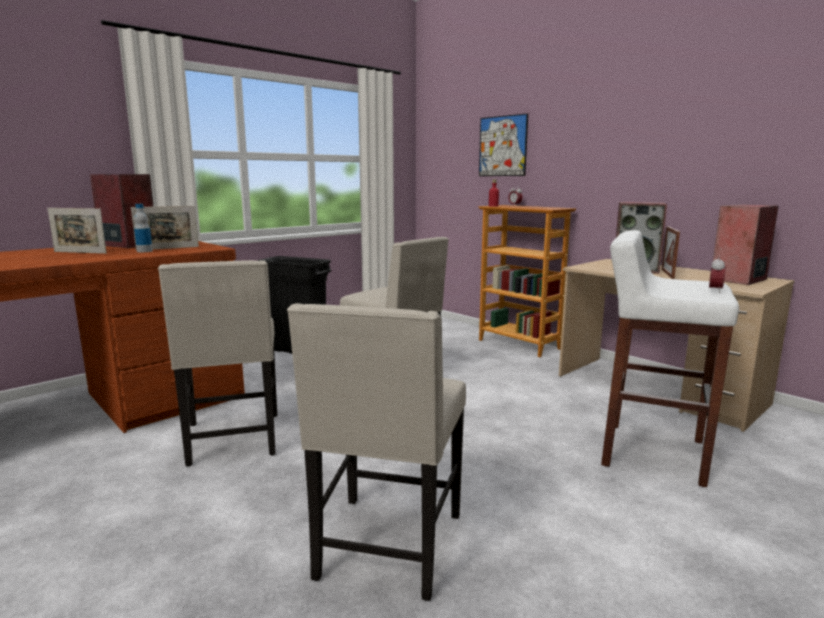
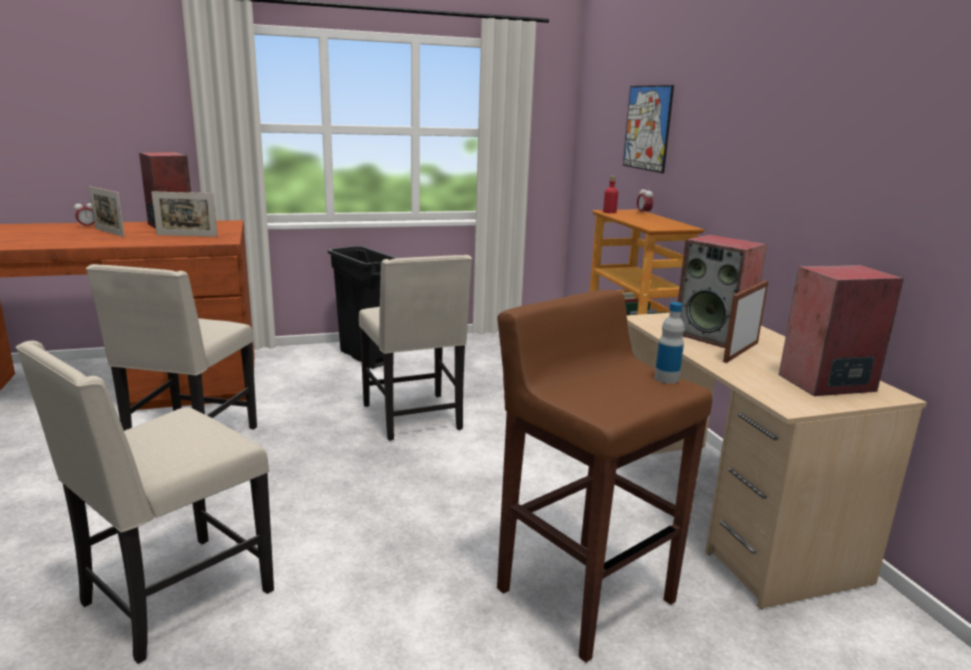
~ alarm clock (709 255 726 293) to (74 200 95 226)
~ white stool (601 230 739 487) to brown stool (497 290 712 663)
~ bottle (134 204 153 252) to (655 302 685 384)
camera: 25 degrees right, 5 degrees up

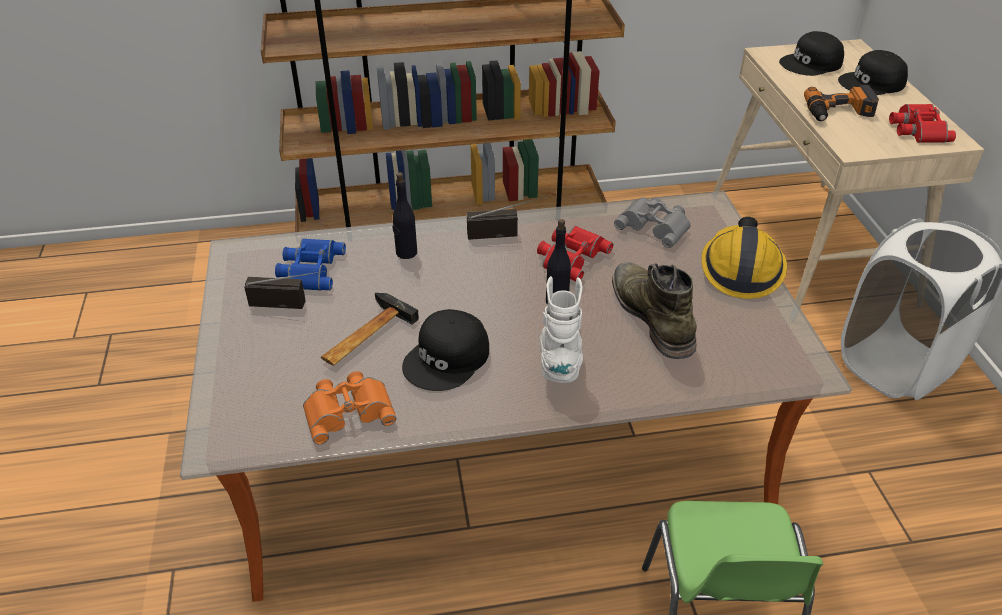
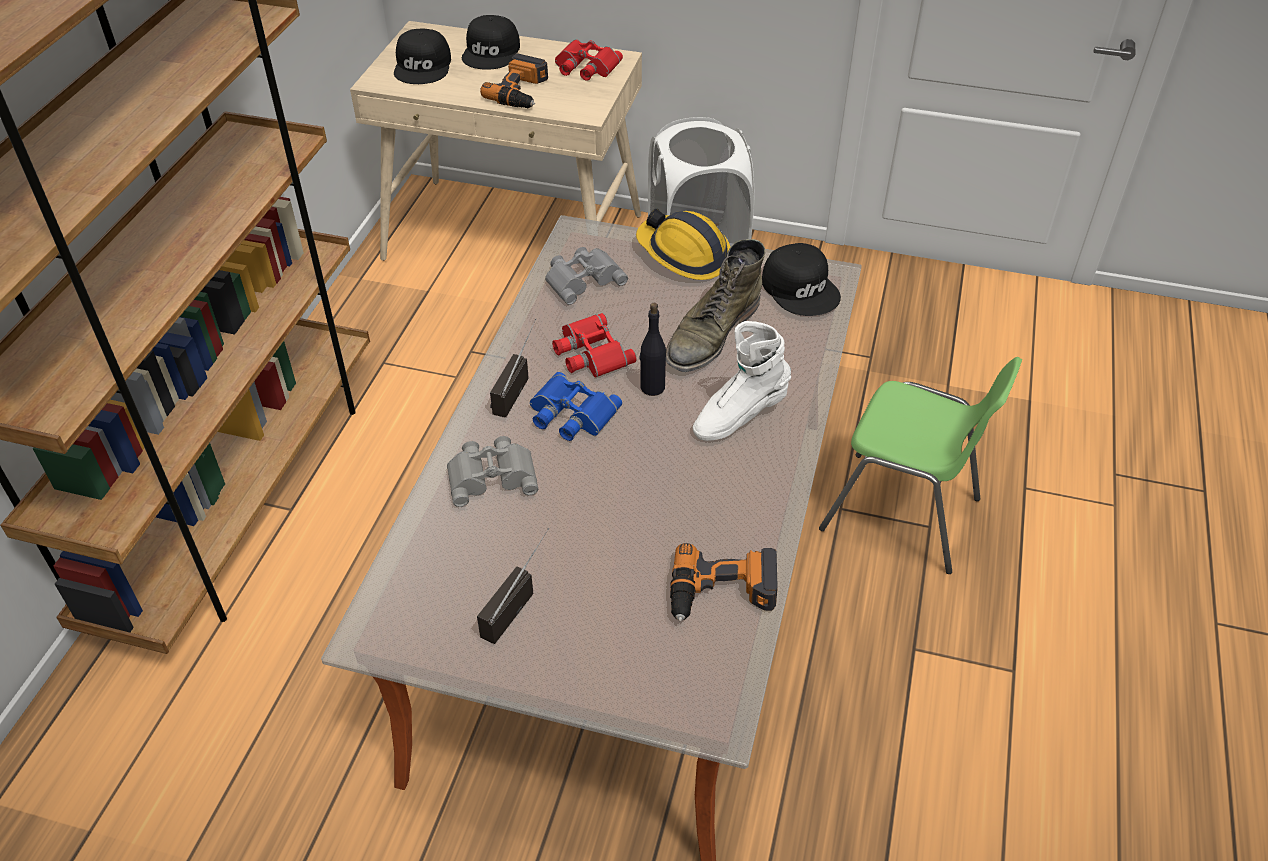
~ black bottle (393 172 417 259) to grey binoculars (447 436 538 507)
~ blue binoculars (275 238 346 291) to (530 372 622 441)
~ green boot (612 262 697 359) = (666 239 765 372) 60 degrees counterclockwise
~ orange binoculars (303 371 397 444) to power drill (670 543 778 622)
~ white boot (540 276 583 383) = (693 321 791 441) 60 degrees counterclockwise
~ black cap (402 309 489 391) to (762 243 841 316)
- hammer (321 293 419 366)
camera: 65 degrees left, 5 degrees up

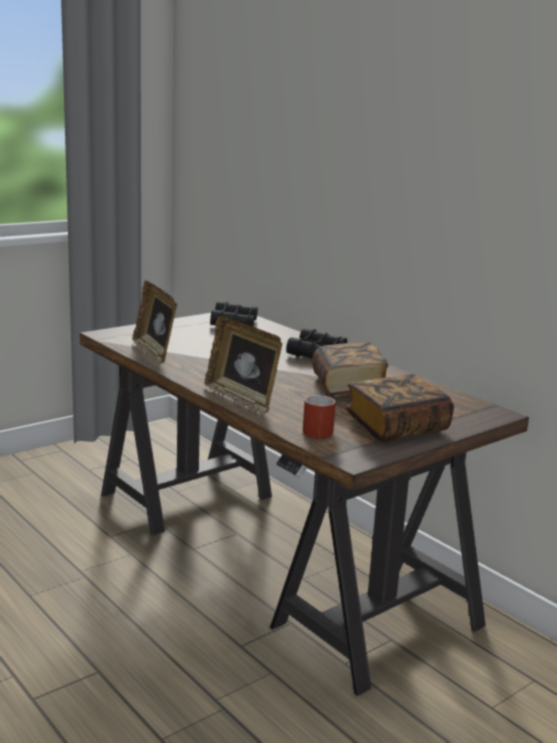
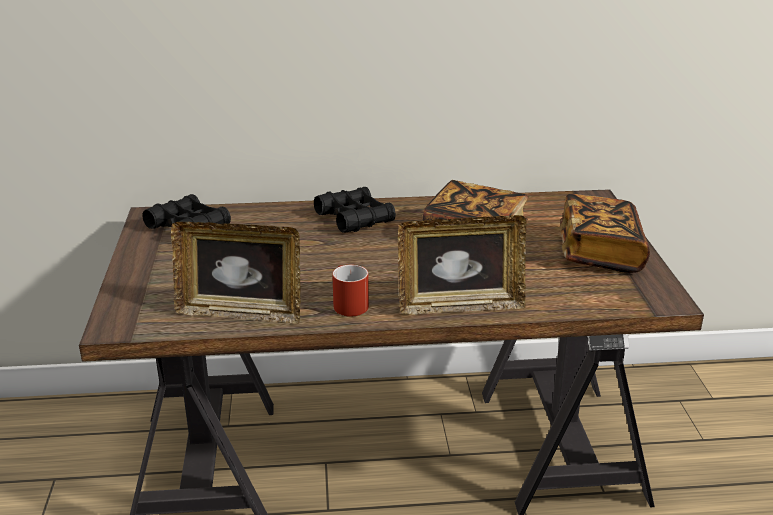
~ red mug (303 395 336 439) to (332 265 369 317)
camera: 55 degrees left, 10 degrees up

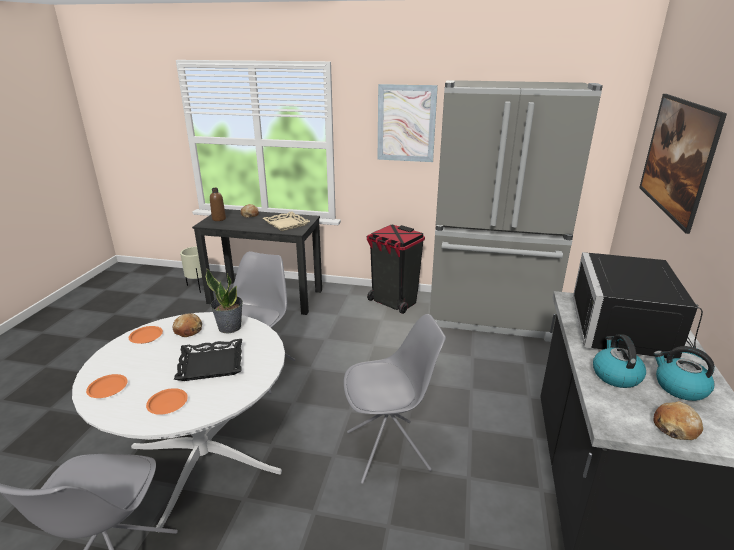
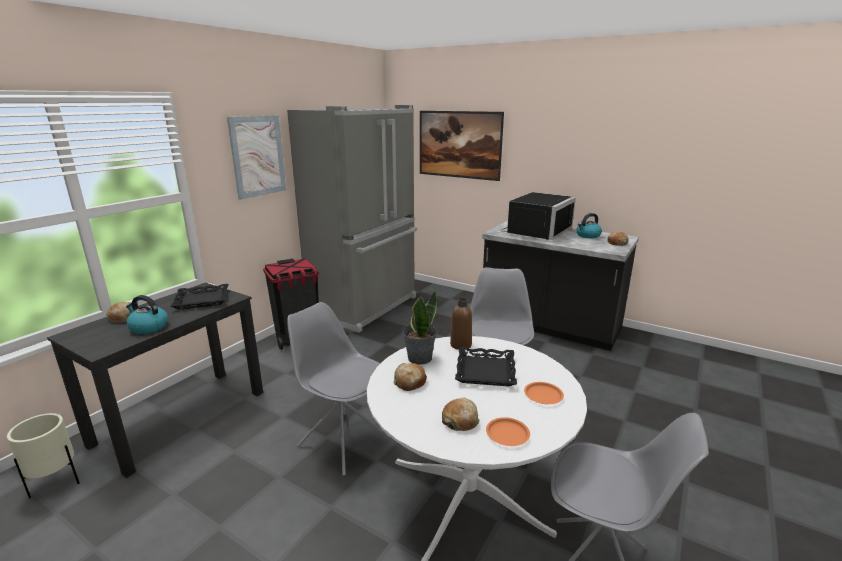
~ kettle (593 334 646 388) to (126 295 168 334)
~ beige tray (263 211 310 231) to black tray (171 284 229 310)
+ bread (442 398 480 431)
~ brown bottle (210 188 226 221) to (450 298 472 350)
~ black microwave (573 252 703 359) = (501 192 576 240) 90 degrees counterclockwise
- orange plate (129 326 163 344)
camera: 70 degrees left, 5 degrees down

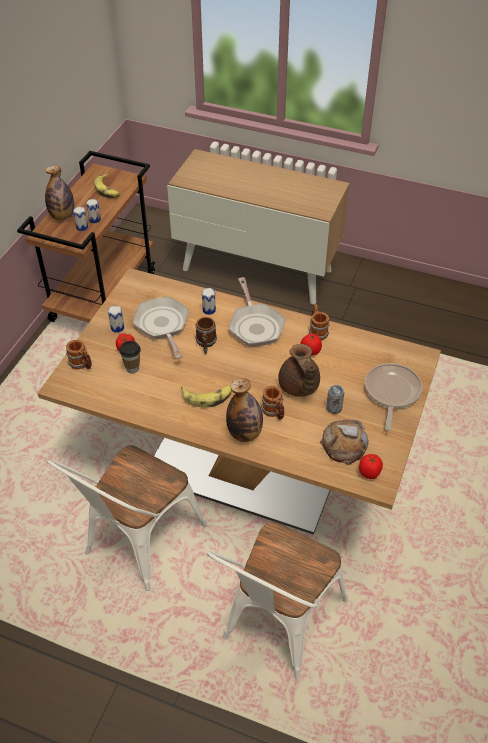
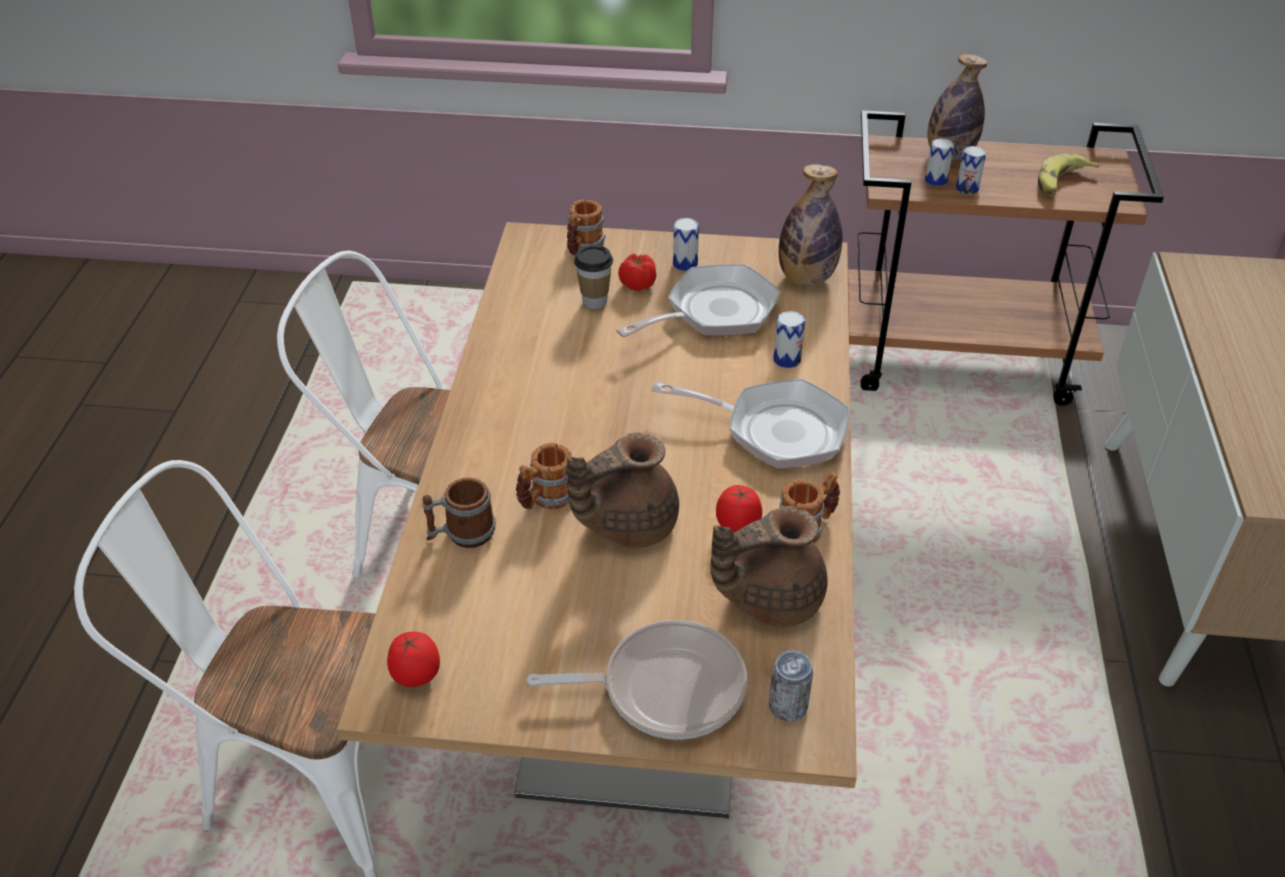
~ mug (195 317 217 355) to (422 478 495 548)
~ frying pan (228 277 285 347) = (652 379 850 469) 135 degrees counterclockwise
+ brown teapot (711 506 828 627)
~ can (326 385 344 414) to (769 651 813 721)
~ bottle (226 378 263 442) to (779 164 842 285)
- banana (181 385 232 408)
- bread (320 419 369 465)
camera: 75 degrees right, 5 degrees down

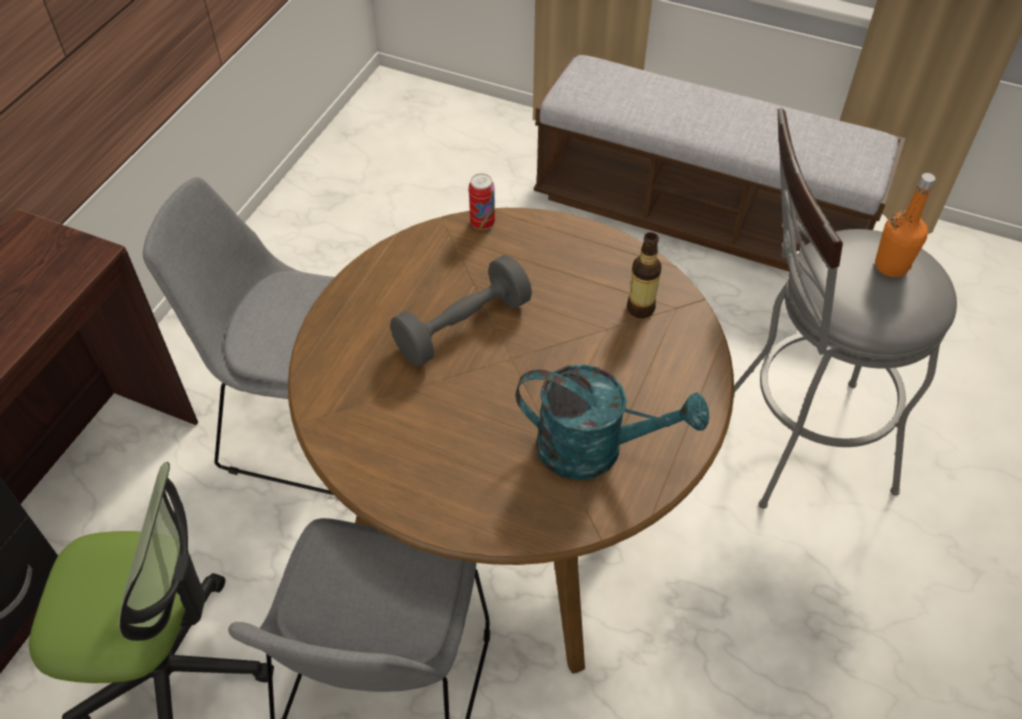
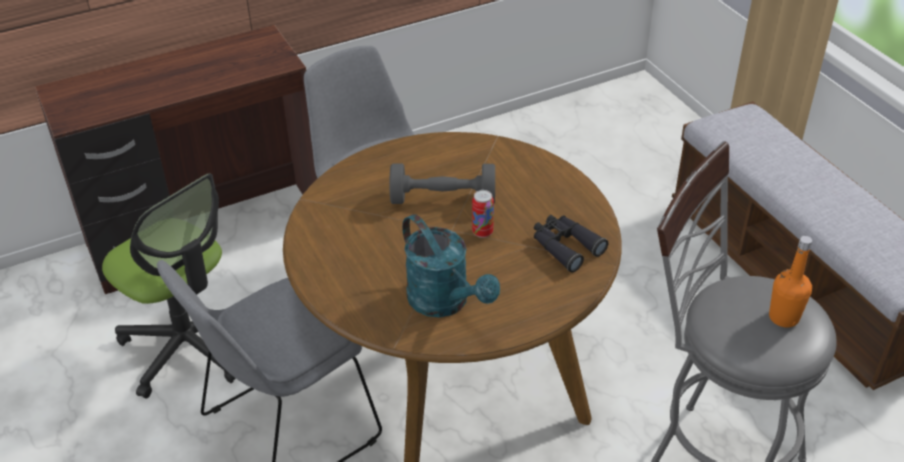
~ can (469 173 495 230) to (472 190 494 238)
~ bottle (627 232 661 318) to black binoculars (534 215 608 273)
camera: 40 degrees right, 10 degrees down

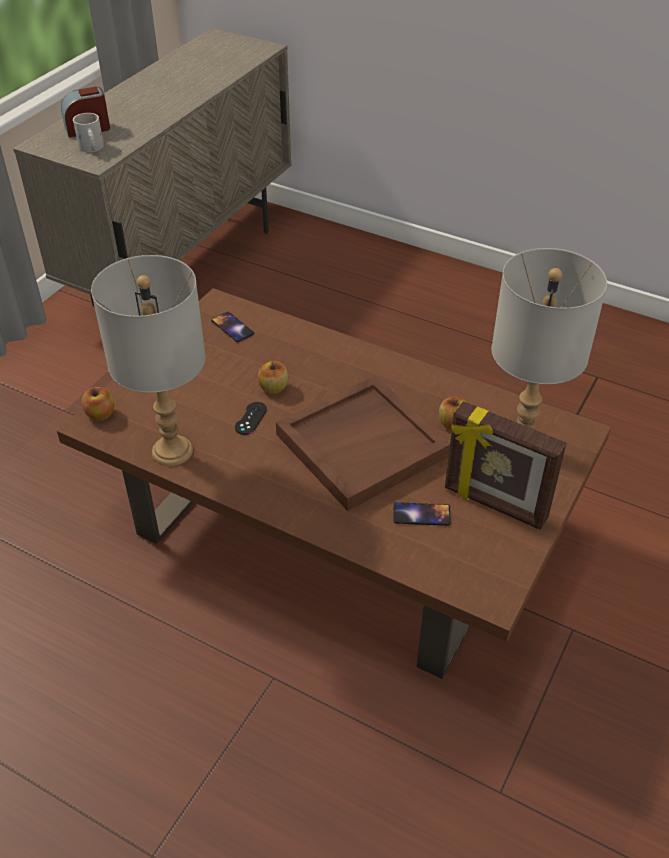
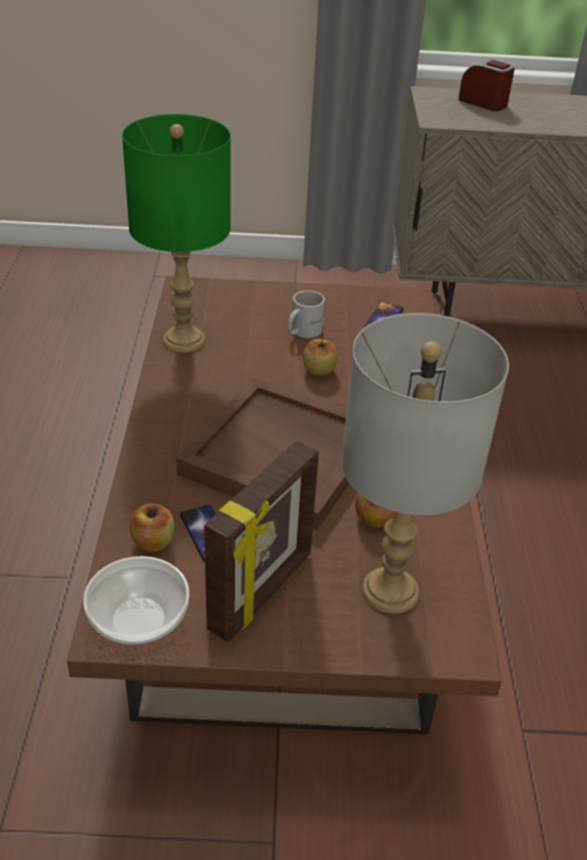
+ bowl (83 556 189 645)
~ grey table lamp (91 255 206 466) to green table lamp (122 114 231 353)
~ apple (82 387 114 420) to (130 503 175 552)
~ picture frame (445 401 567 530) = (204 441 319 642) 150 degrees counterclockwise
~ white mug (73 113 104 152) to (287 290 325 338)
- black game controller (235 402 267 435)
camera: 60 degrees right, 5 degrees down

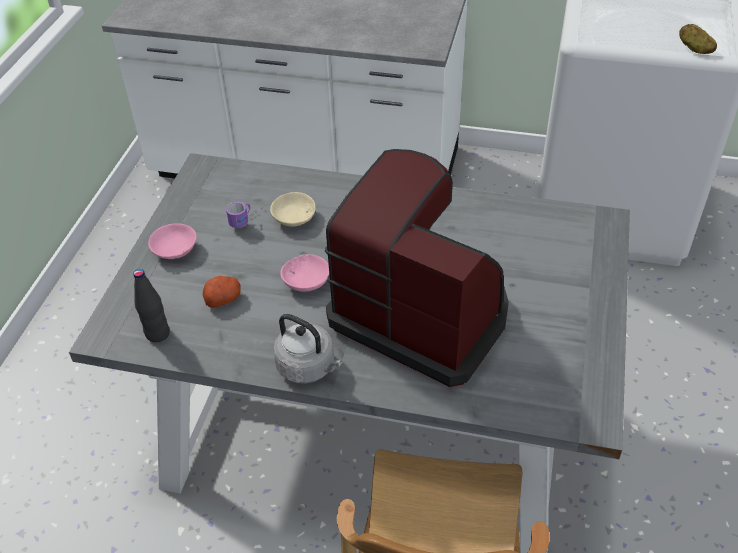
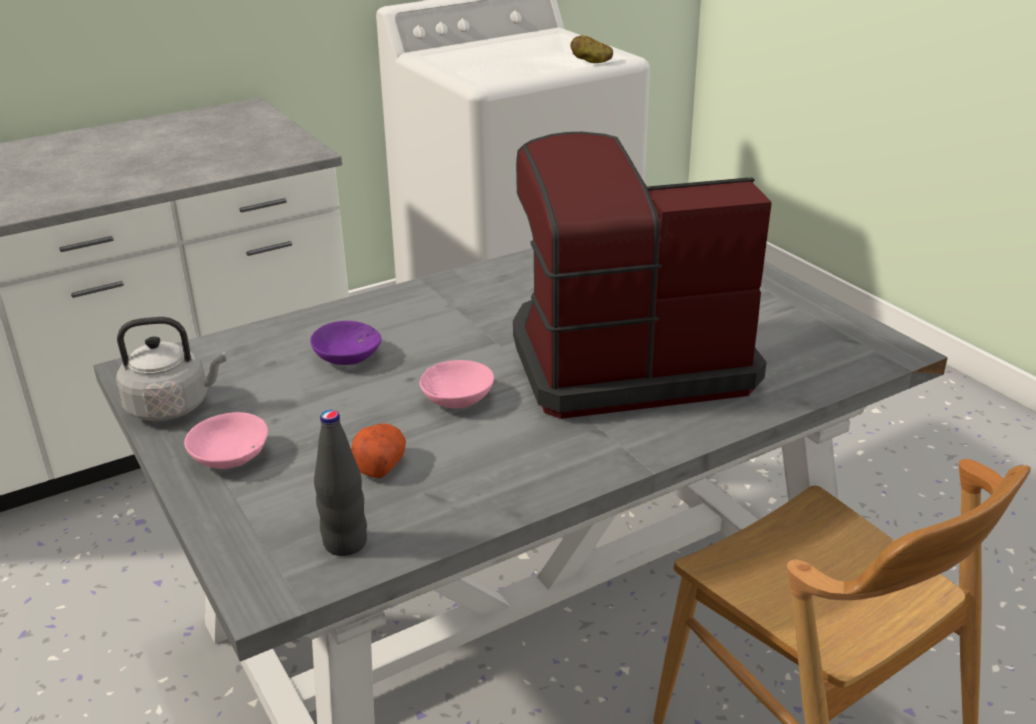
~ grey kettle (273 314 342 384) to (116 317 226 421)
~ beige bowl (270 192 316 227) to purple bowl (310 321 381 365)
- mug (226 202 263 228)
camera: 45 degrees left, 15 degrees down

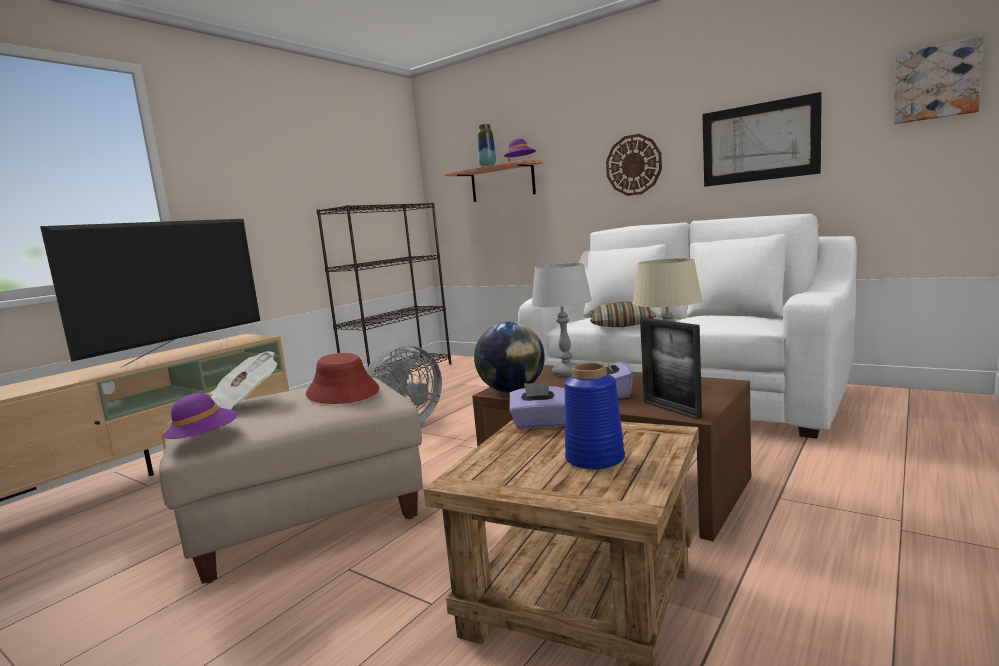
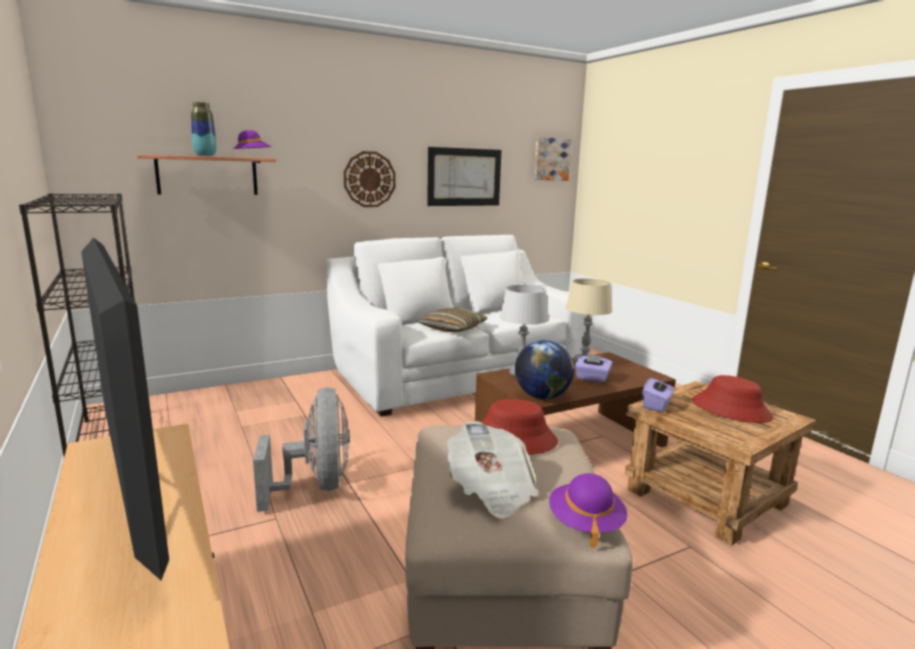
~ blue vase (564 362 625 470) to red hat (692 375 773 423)
- picture frame (640 318 702 420)
camera: 65 degrees left, 5 degrees up

